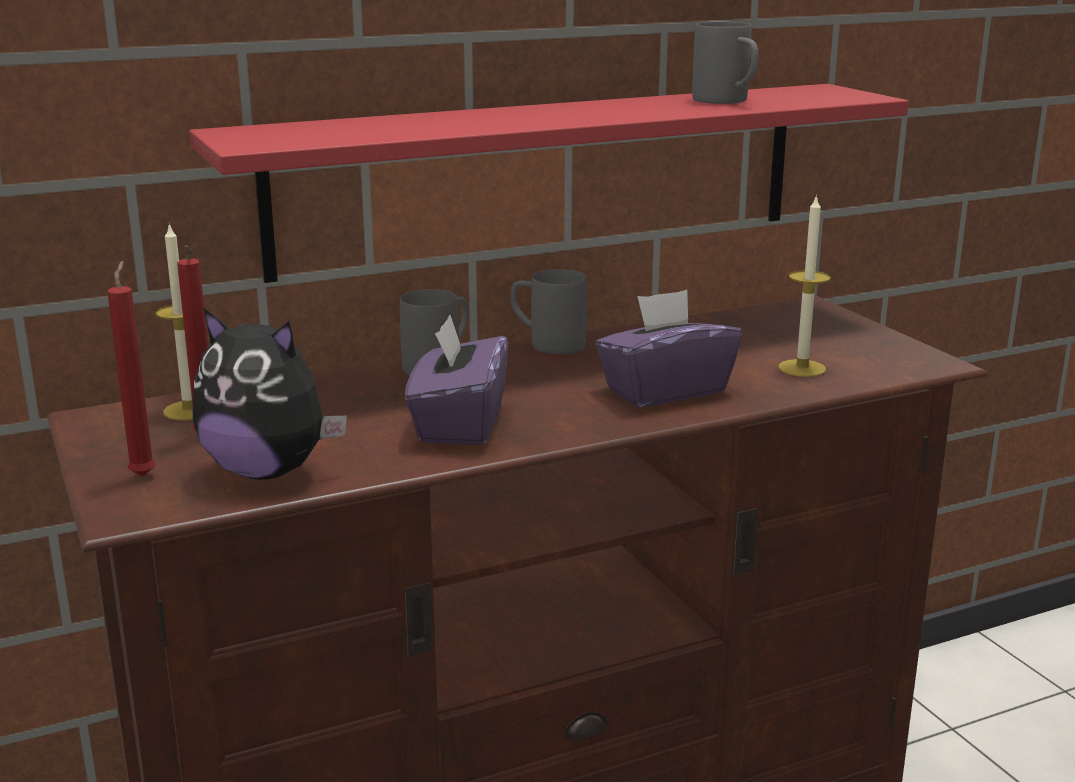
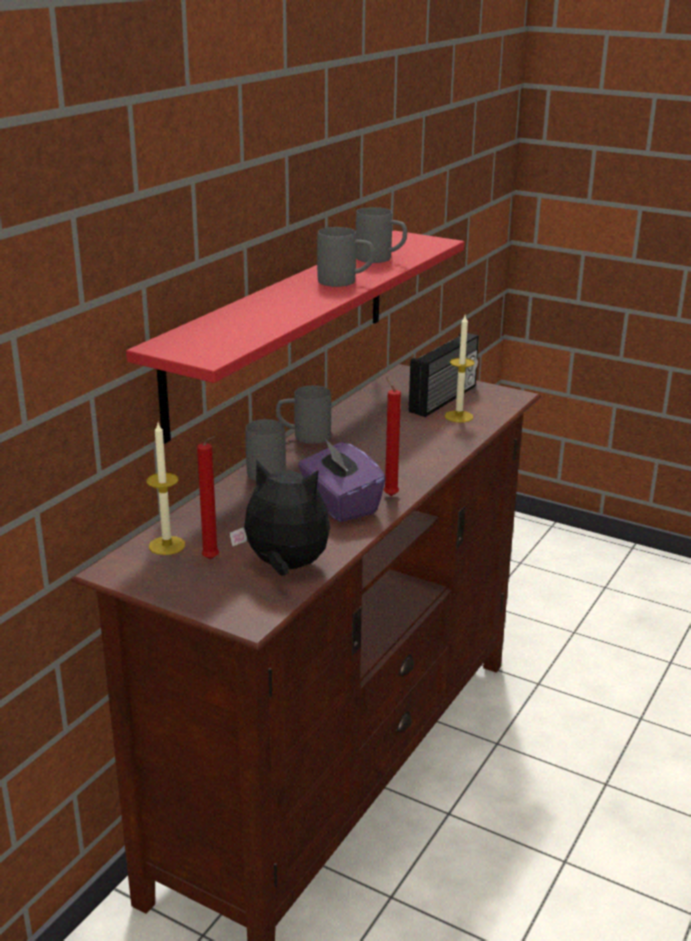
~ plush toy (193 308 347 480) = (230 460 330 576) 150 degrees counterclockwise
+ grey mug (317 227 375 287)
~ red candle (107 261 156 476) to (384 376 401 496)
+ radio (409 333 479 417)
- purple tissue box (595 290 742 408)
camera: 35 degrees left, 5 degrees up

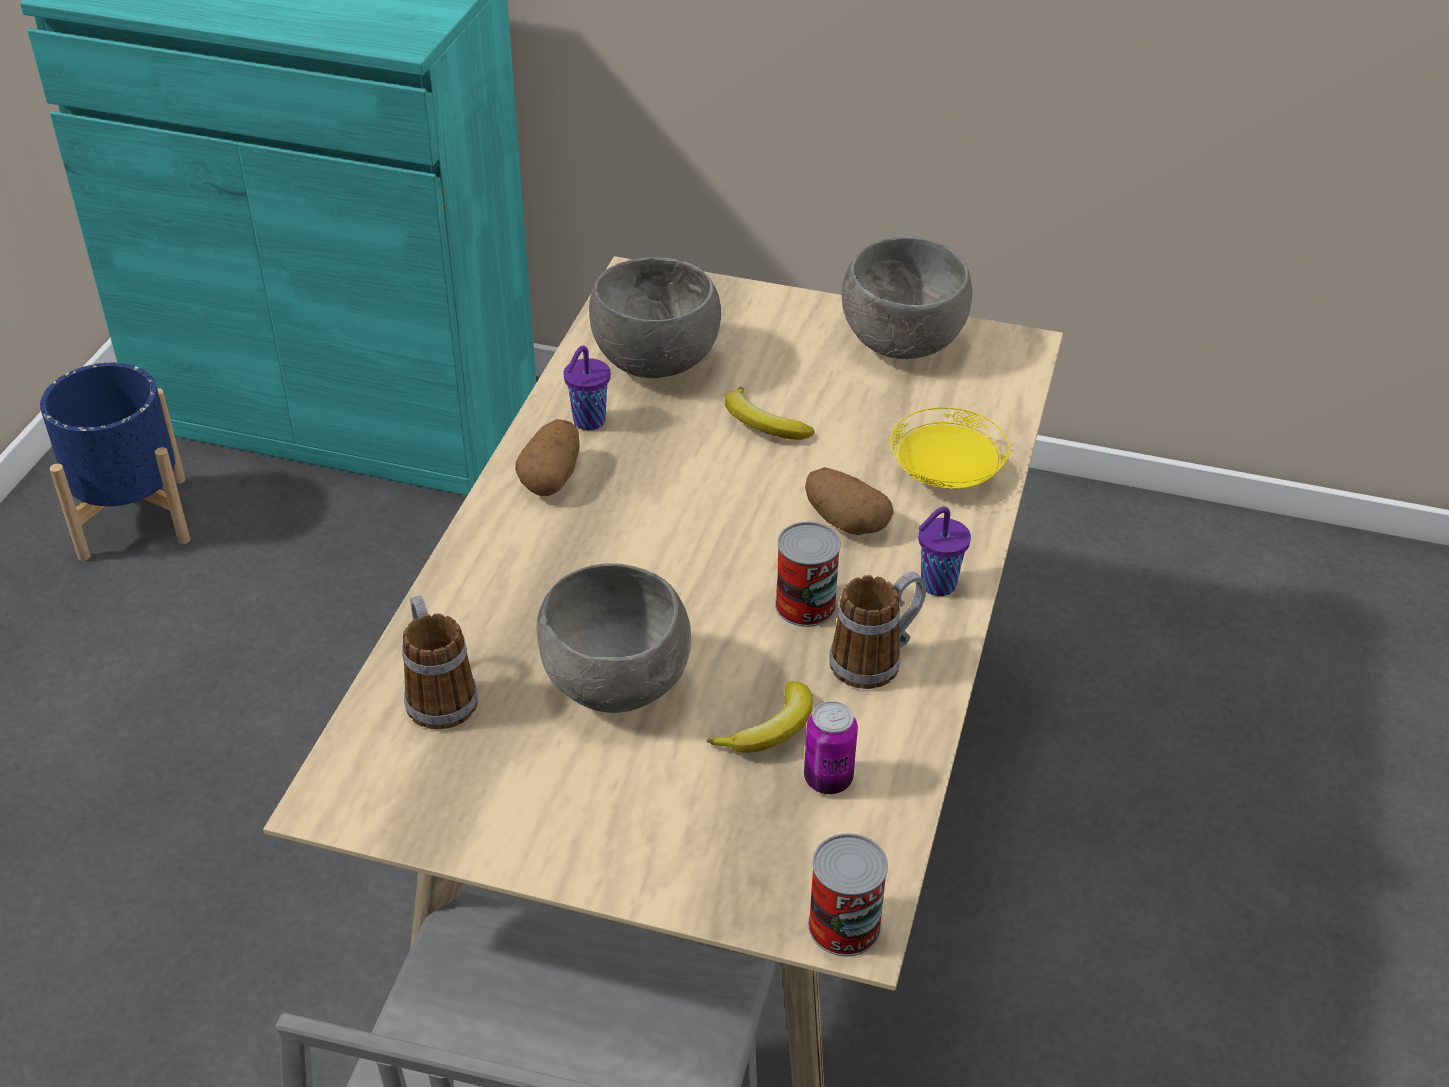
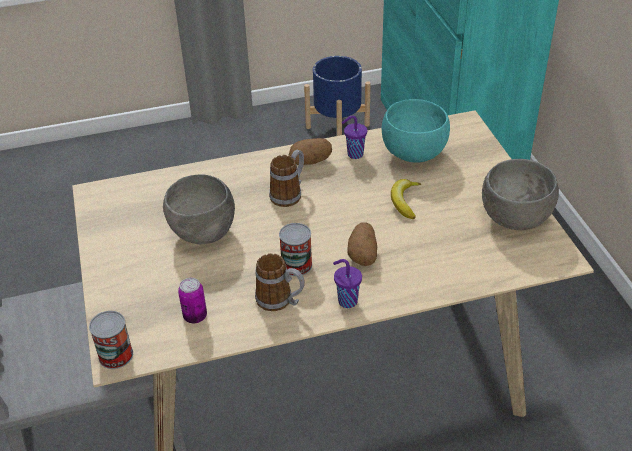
~ mug (402 595 478 729) to (269 150 304 207)
~ grey bowl (589 257 721 378) to turquoise bowl (382 99 450 163)
- banana (707 681 813 753)
- yellow plate (890 407 1010 489)
camera: 60 degrees right, 0 degrees up

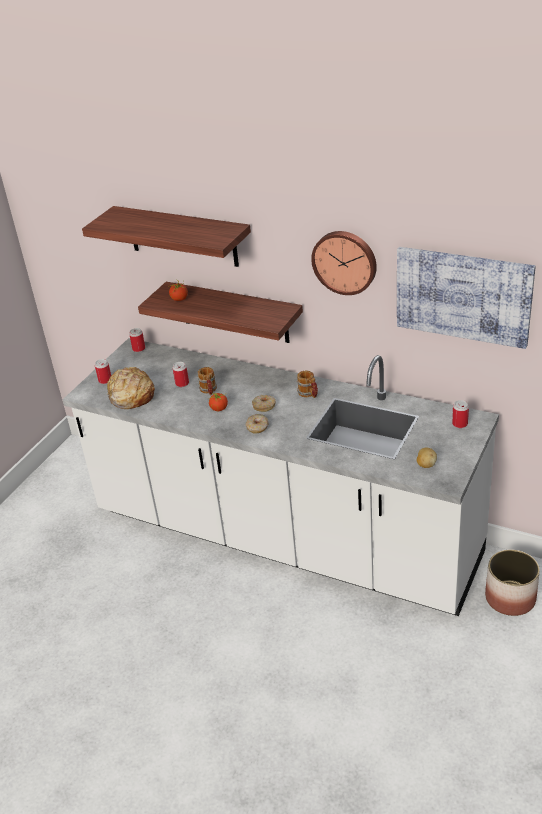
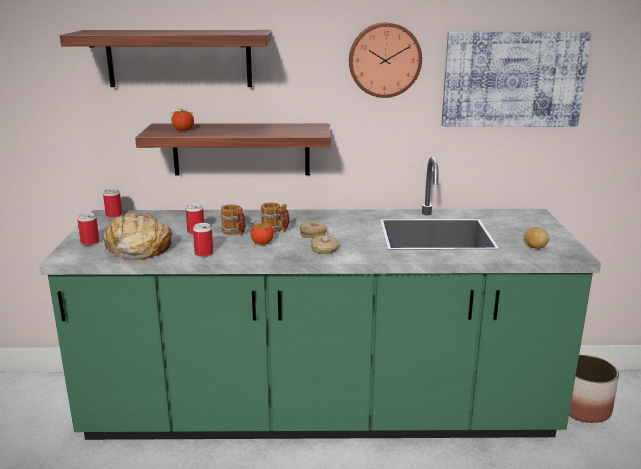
~ white counter (63 338 499 616) to green counter (39 157 601 440)
~ can (452 400 469 428) to (193 223 213 257)
~ mug (297 370 318 398) to (261 203 290 233)
camera: 30 degrees left, 15 degrees down

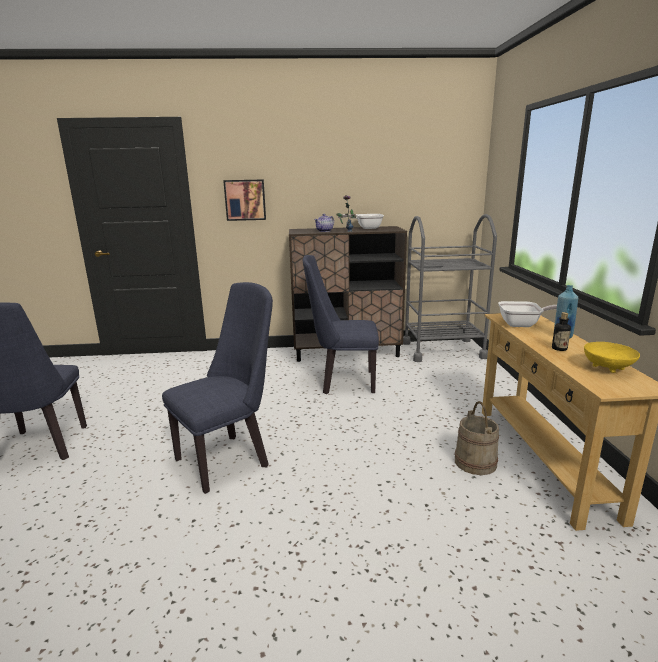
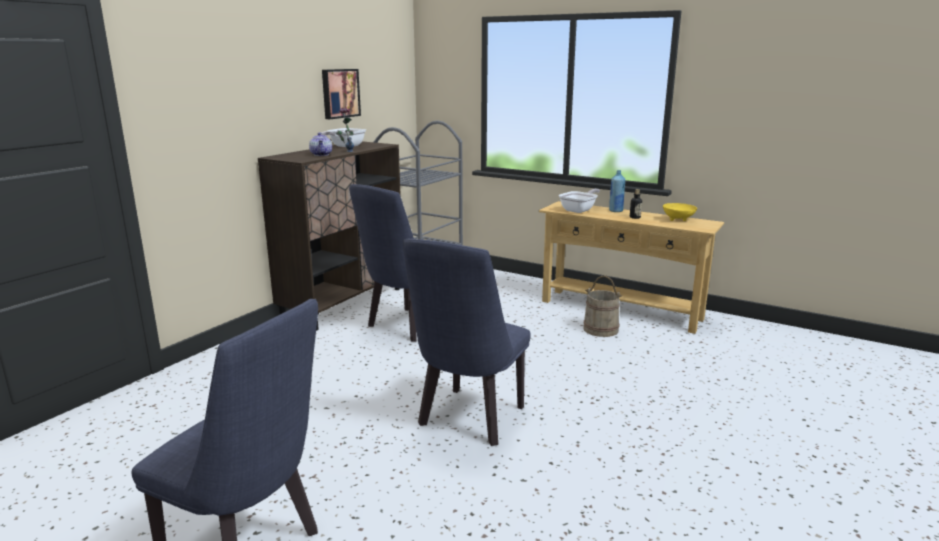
~ picture (223 179 266 221) to (322 69 361 119)
~ blue chair (162 282 273 494) = (403 239 531 446) 150 degrees counterclockwise
camera: 55 degrees left, 0 degrees up

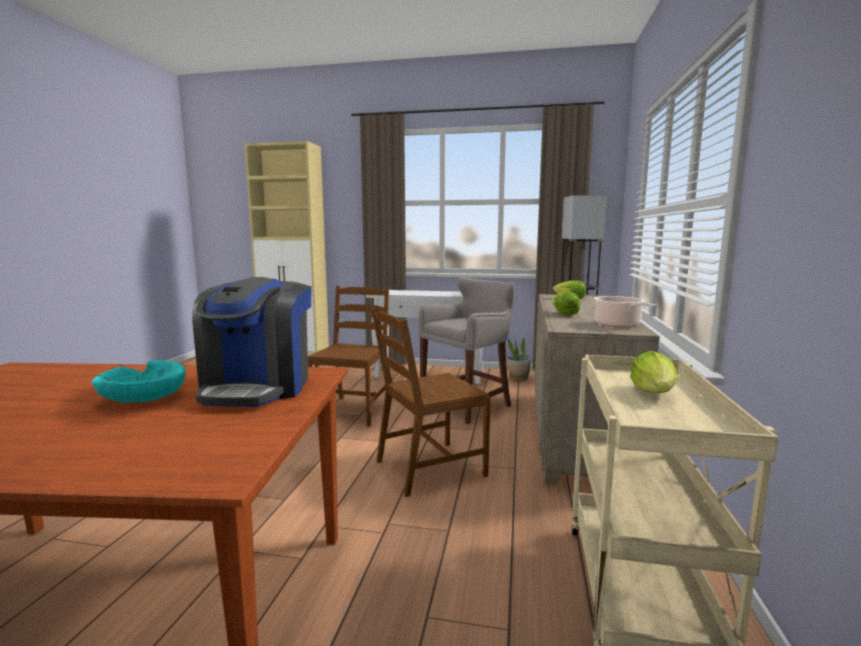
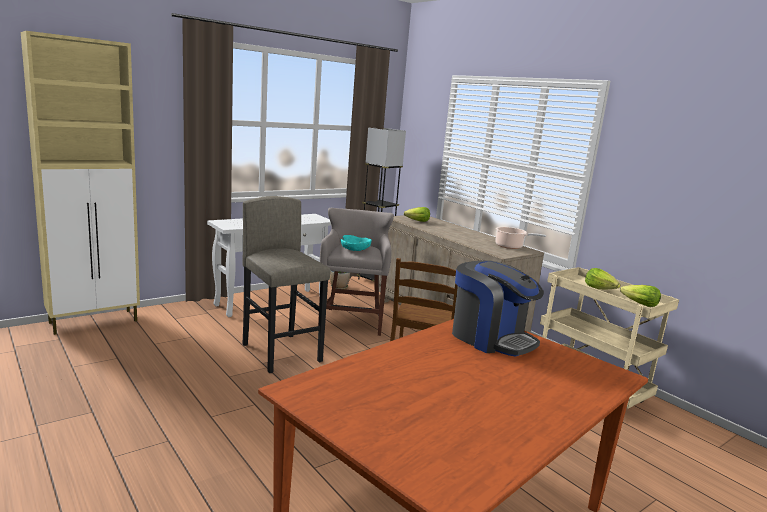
~ brown chair (308 286 389 427) to grey stool (242 196 331 373)
~ turquoise bowl (92 360 186 403) to (341 235 372 251)
~ lettuce (552 292 580 316) to (620 285 661 307)
camera: 50 degrees left, 5 degrees up

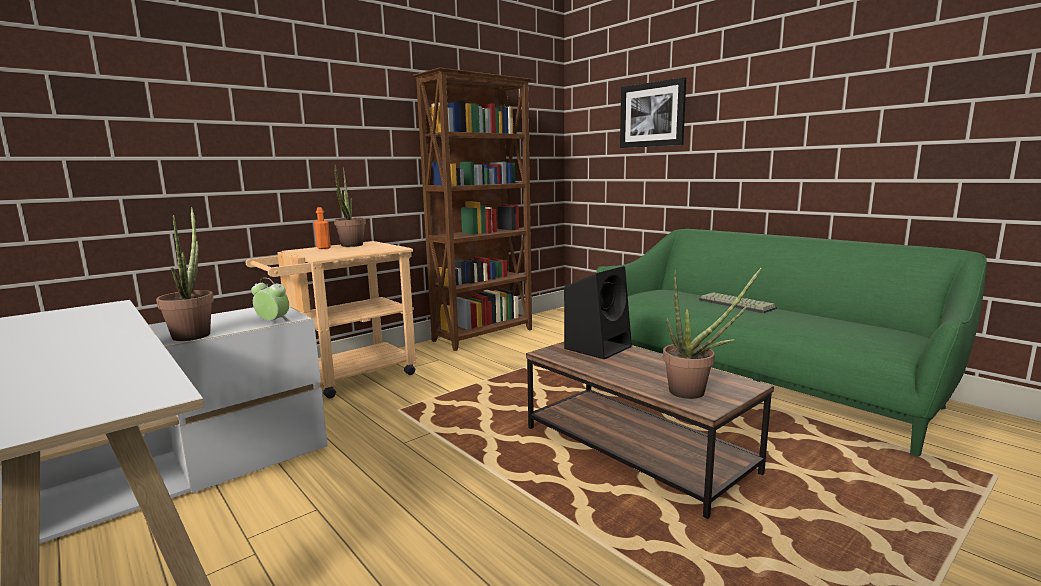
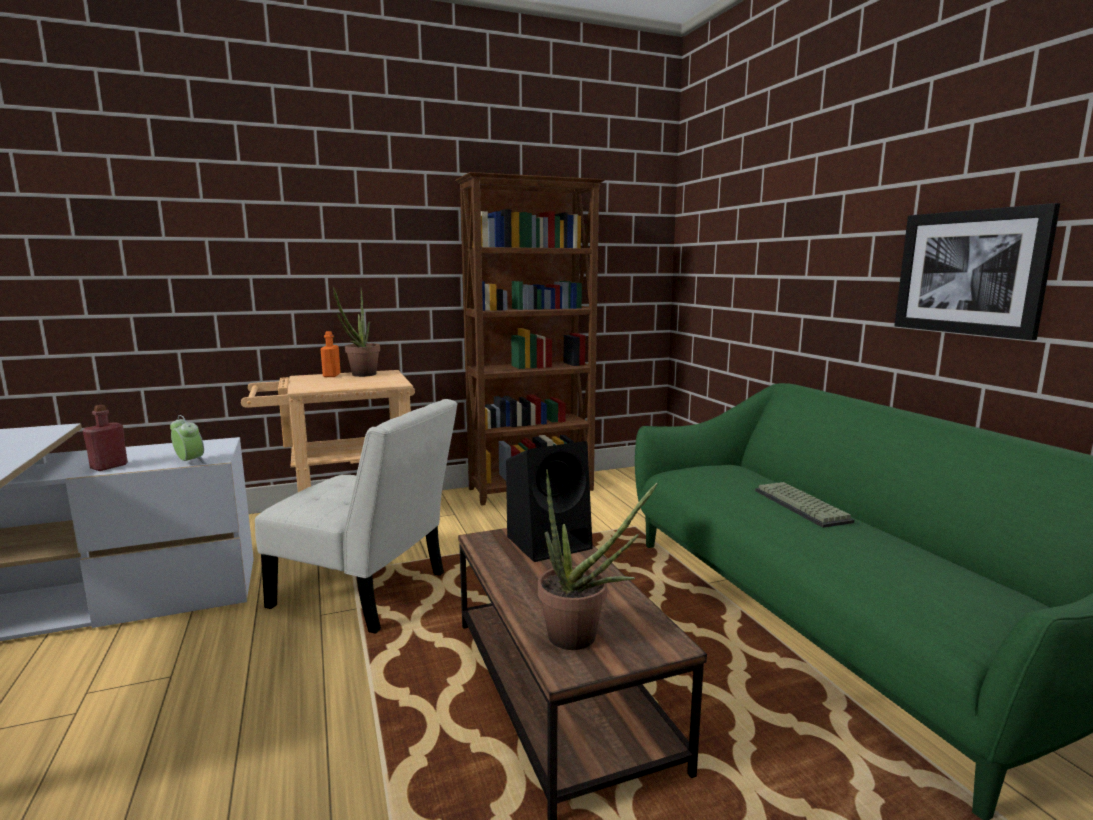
~ potted plant (156 207 214 341) to red bottle (83 405 128 471)
+ white chair (255 399 458 634)
~ picture (620 77 686 148) to (894 203 1060 340)
camera: 20 degrees right, 0 degrees up

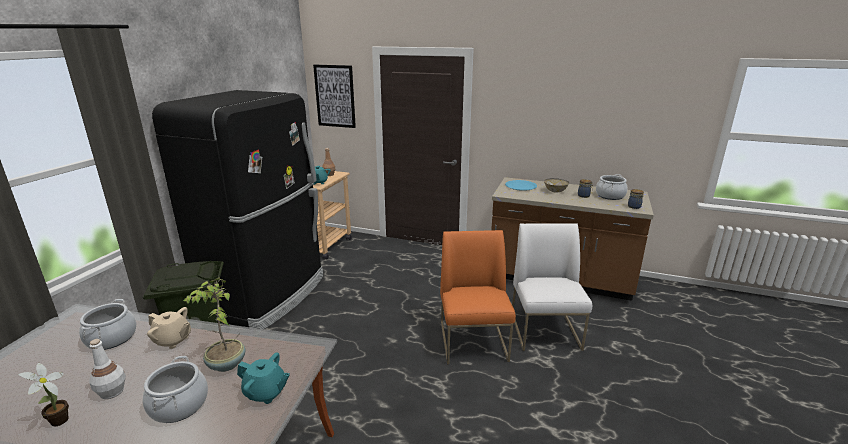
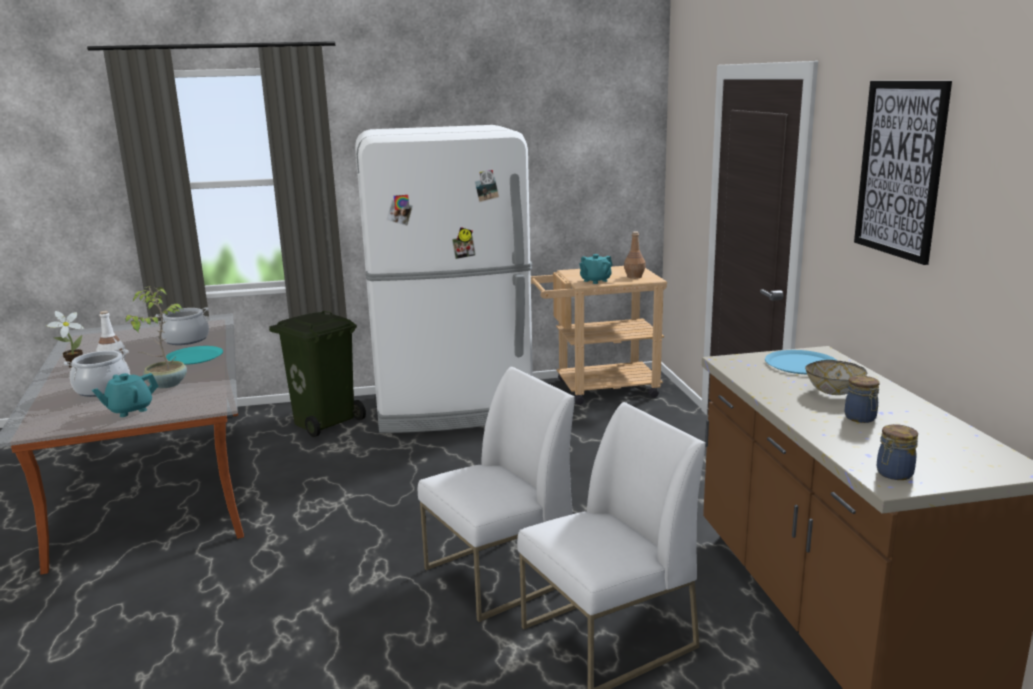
~ turquoise teapot (237 352 290 404) = (92 373 158 417) 60 degrees clockwise
~ beige teapot (147 307 191 349) to turquoise plate (166 346 223 365)
~ black fridge (152 90 323 329) to white fridge (355 125 533 433)
~ orange chair (440 230 516 364) to white chair (418 367 575 622)
~ picture (313 65 356 128) to (854 81 952 265)
- cooking pot (596 174 628 200)
camera: 60 degrees right, 5 degrees down

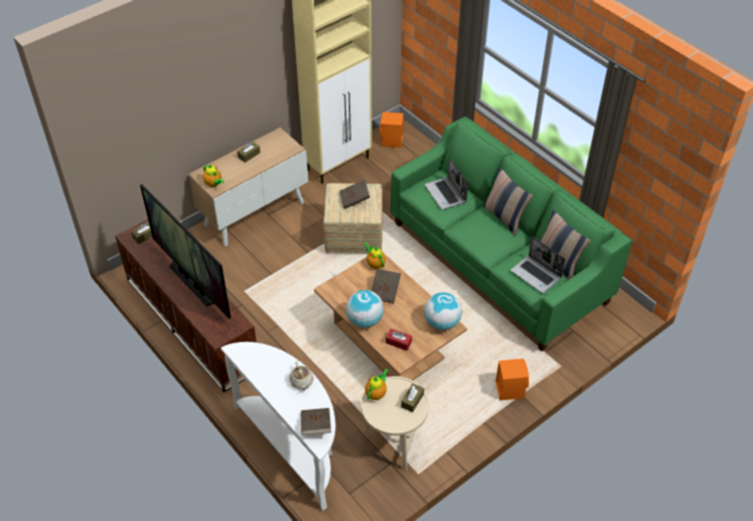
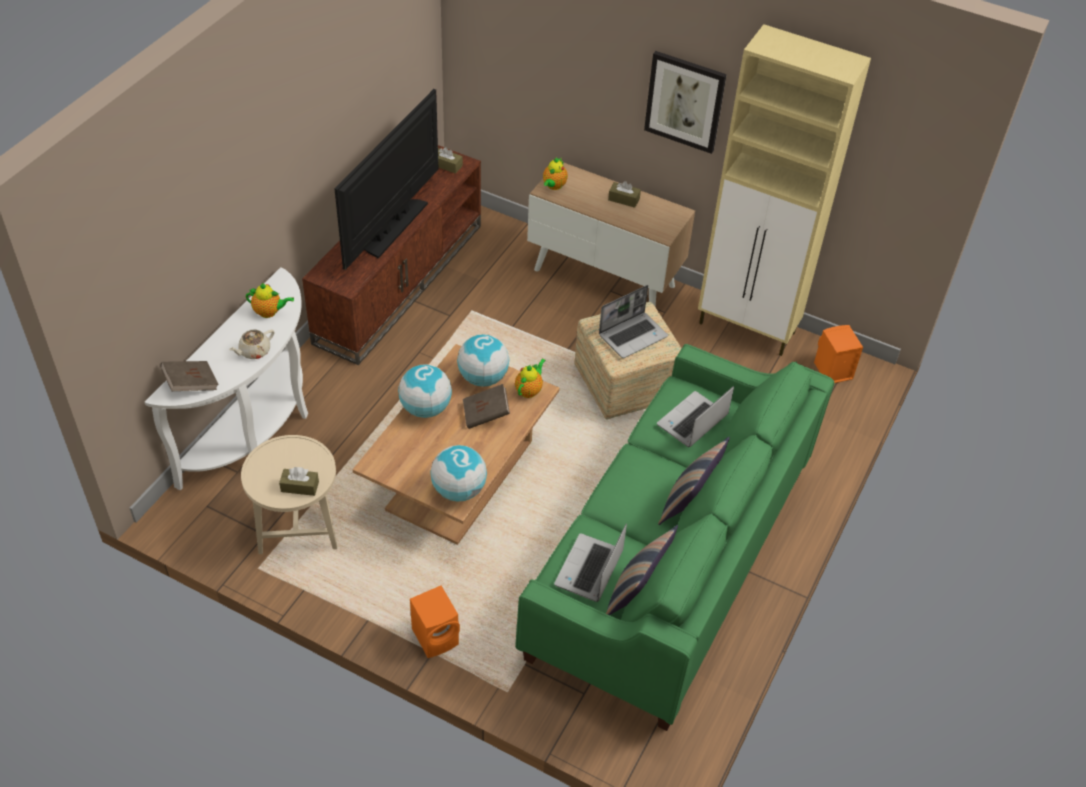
~ teapot (365 369 388 400) to (246 283 294 318)
+ globe (457 334 509 387)
~ brown book (339 180 370 209) to laptop (599 285 668 358)
+ picture (644 51 727 154)
- red tissue box (386 329 412 351)
camera: 65 degrees right, 0 degrees up

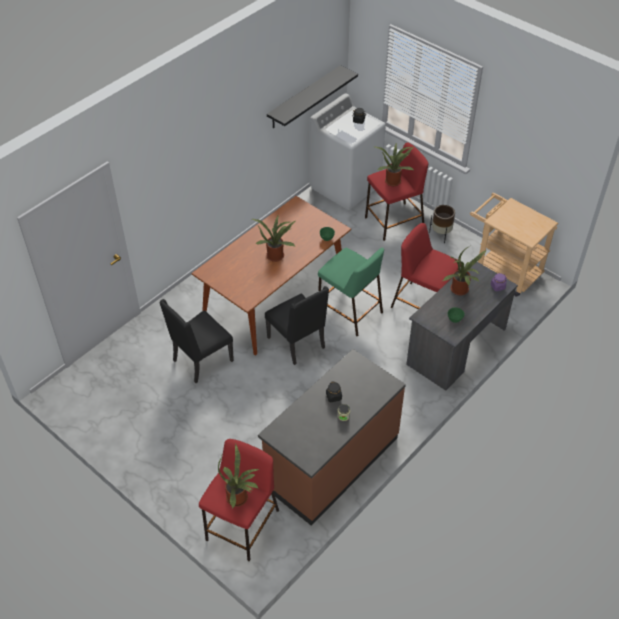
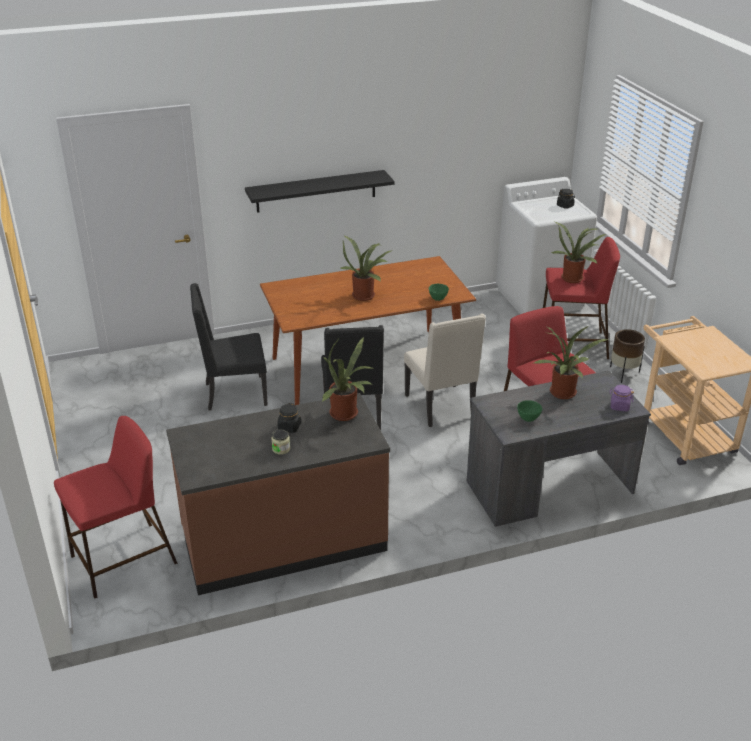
~ black shelf (267 65 358 128) to (245 170 394 213)
~ potted plant (218 444 259 509) to (322 337 375 421)
~ green stool (318 248 384 337) to beige chair (404 313 486 427)
camera: 30 degrees right, 15 degrees down

